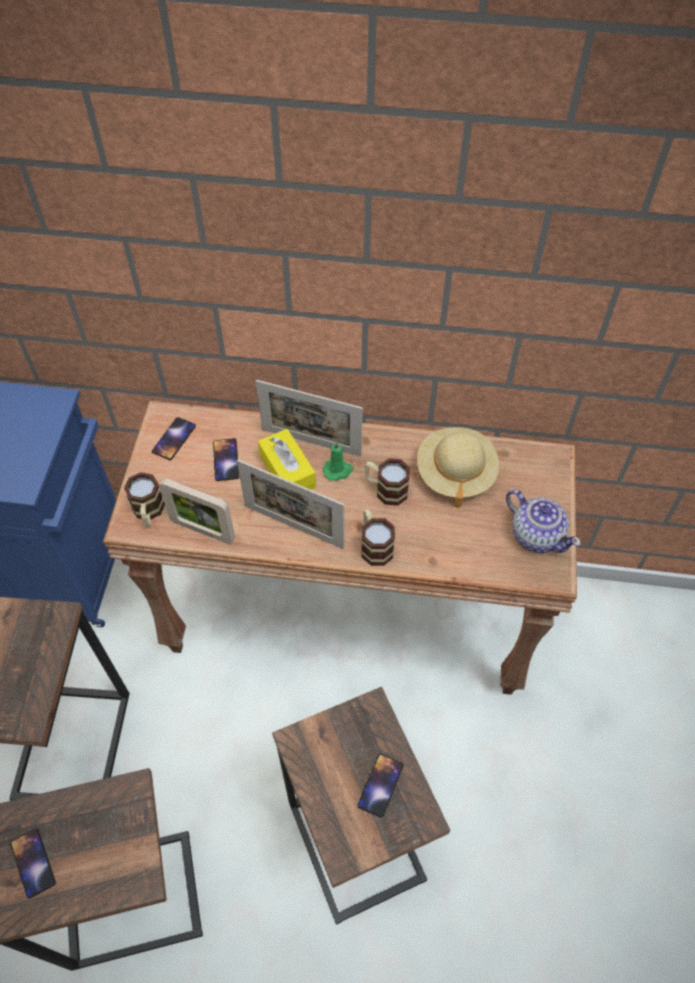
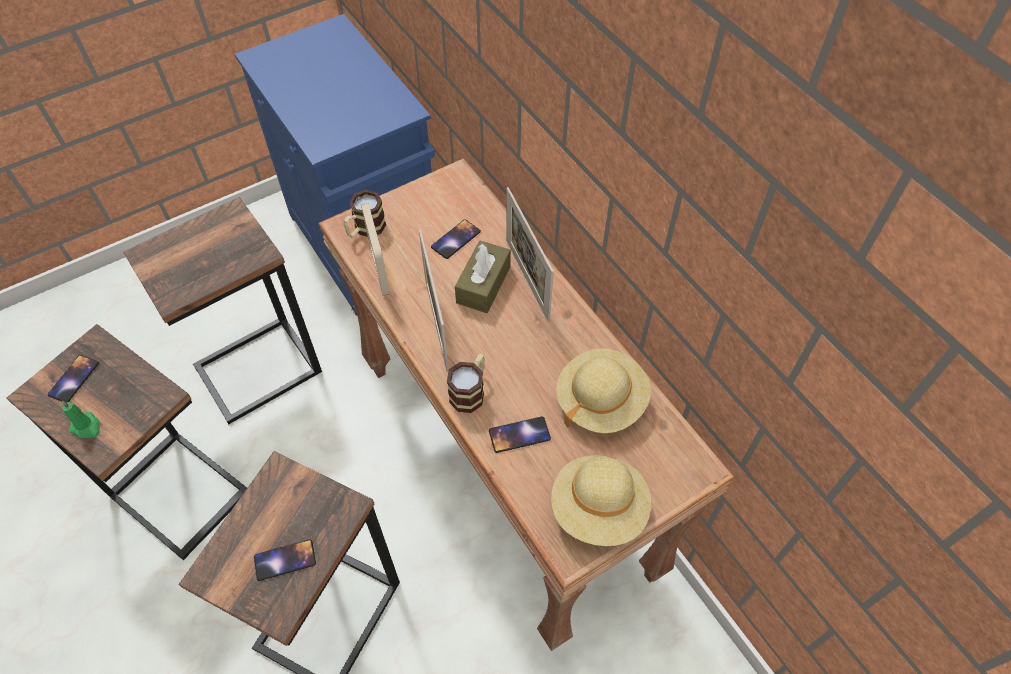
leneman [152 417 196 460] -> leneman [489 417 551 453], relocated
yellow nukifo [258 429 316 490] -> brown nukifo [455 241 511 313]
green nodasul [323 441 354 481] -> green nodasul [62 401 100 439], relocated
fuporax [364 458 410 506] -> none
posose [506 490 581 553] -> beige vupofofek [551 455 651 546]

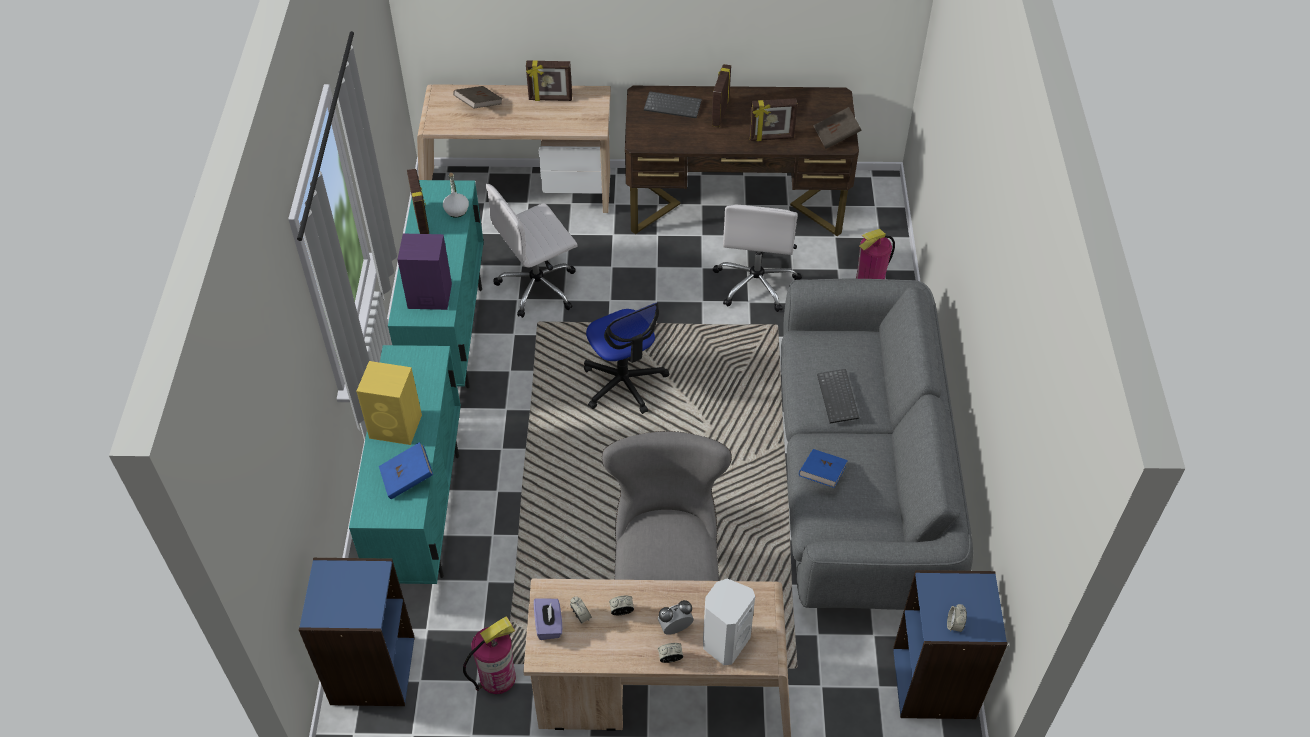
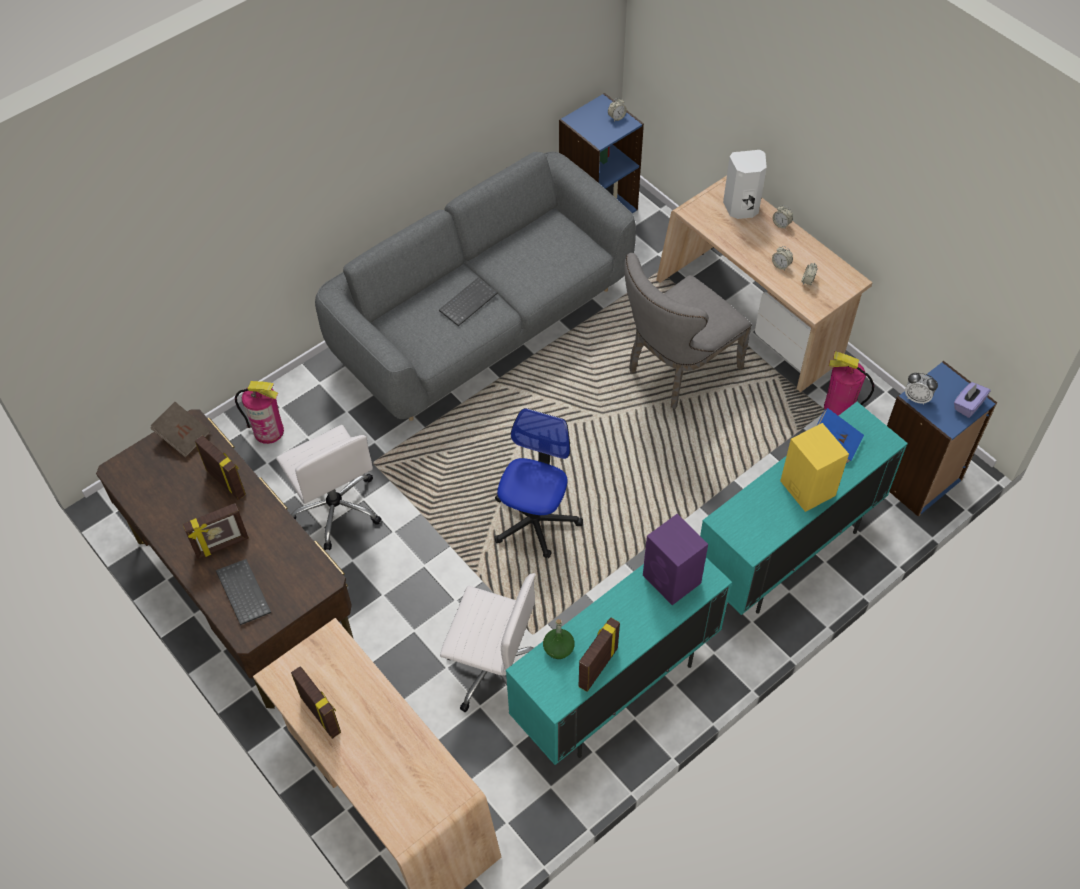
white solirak [443 173 469 218] -> green solirak [543 619 575 659]
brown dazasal [453 86 503 108] -> none
purple nukifo [534 599 562 640] -> purple nukifo [954 382 991 418], relocated
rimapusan [658 600 694 635] -> rimapusan [905 373 938 405], relocated
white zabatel [713 205 802 312] -> white zabatel [276 425 382 550], 90 degrees clockwise
blue dazasal [799 449 848 488] -> none

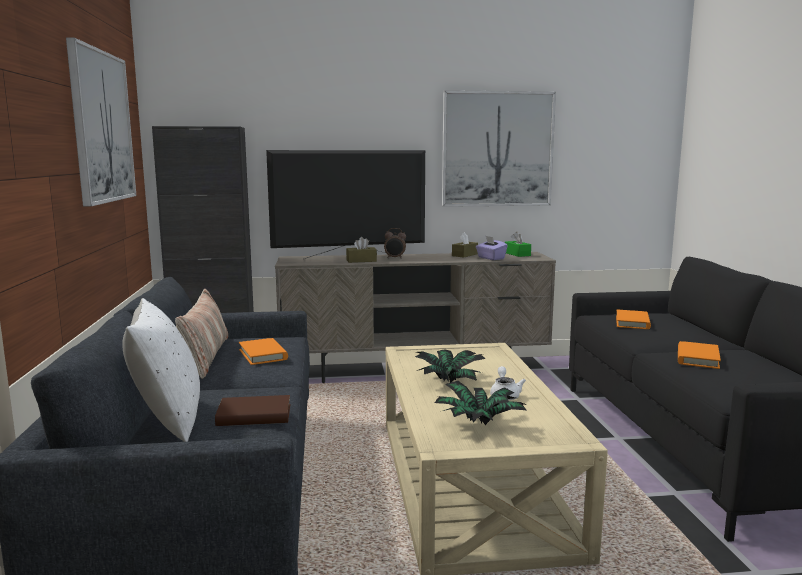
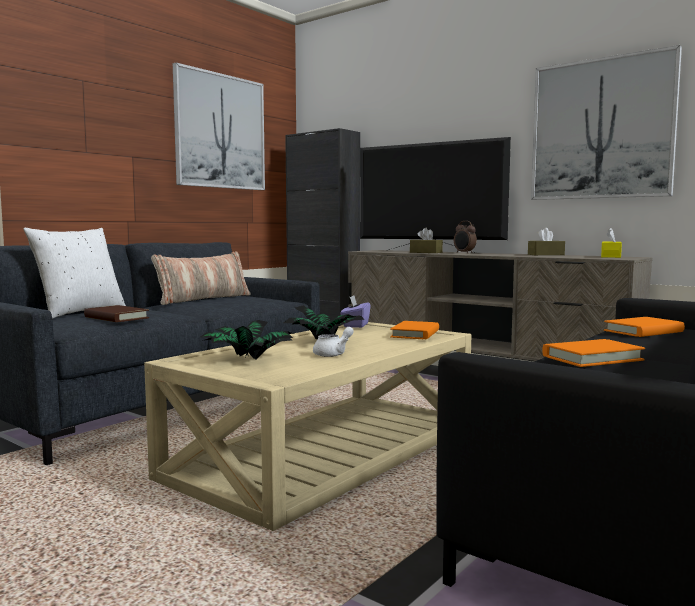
orange dazasal [239 338 288 365] -> orange dazasal [390 321 439 339], relocated
purple nukifo [476 235 508 260] -> purple nukifo [340 295 371 328], relocated
green nukifo [505 232 531 257] -> yellow nukifo [601 228 622 258]

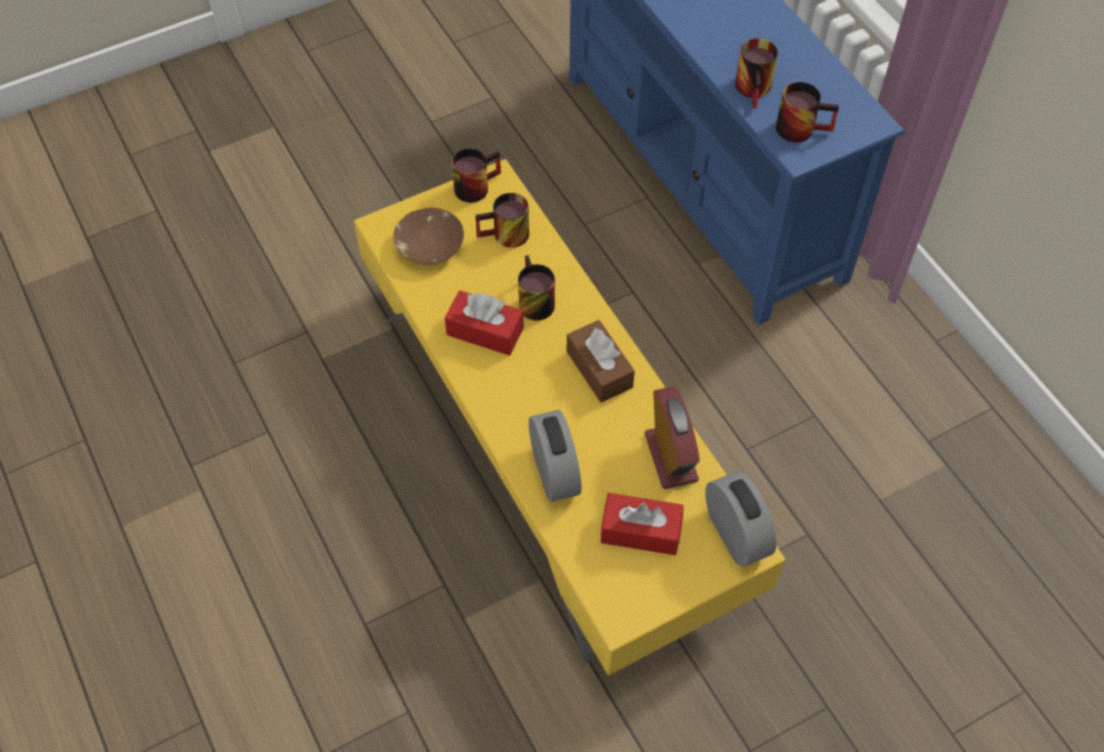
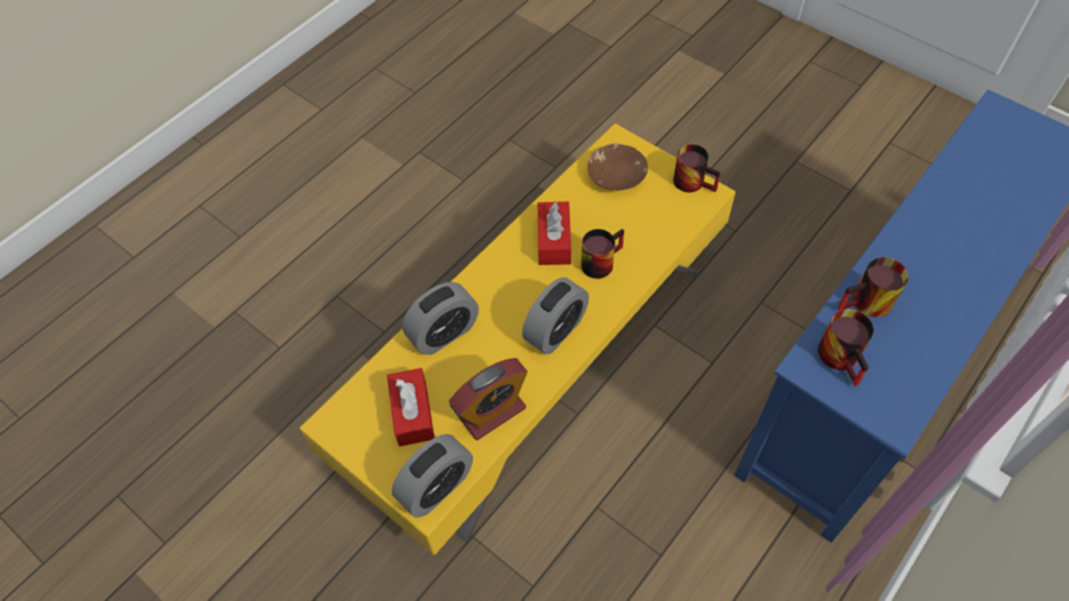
fuporax [475 193 529 248] -> none
brown nukifo [567 320 635 403] -> rimapusan [522 277 589 354]

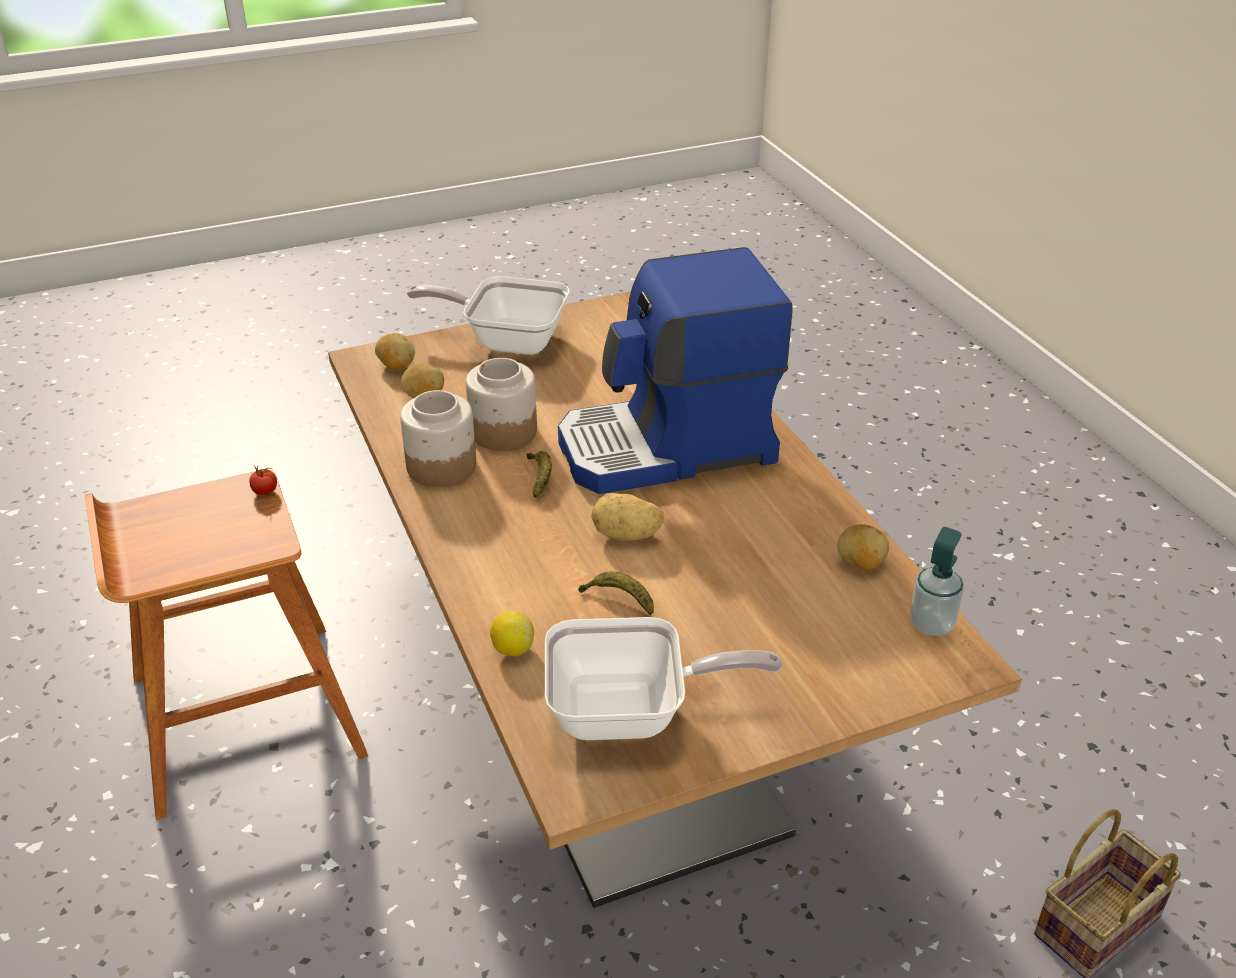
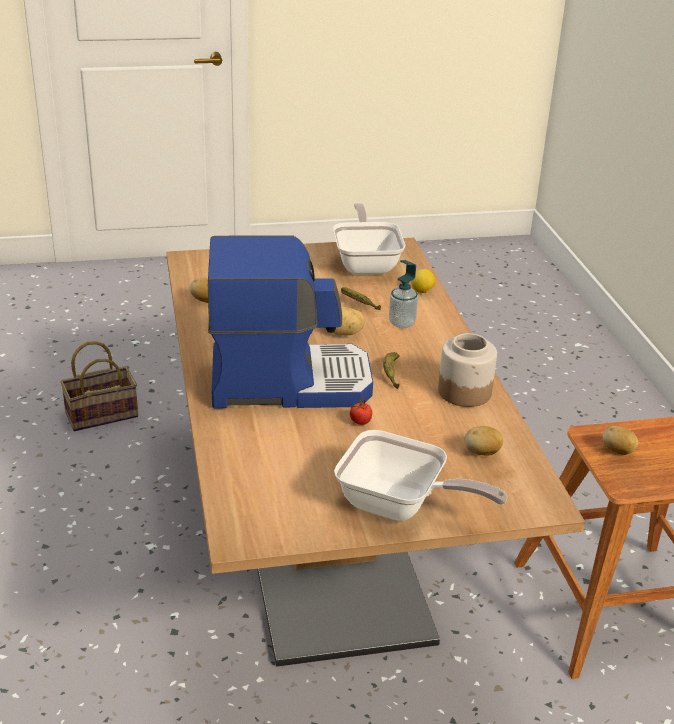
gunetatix [250 465 277 495] -> gunetatix [350 398 372 425], relocated
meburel [375 333 415 370] -> meburel [603 426 638 455], relocated
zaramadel [466 358 537 450] -> none
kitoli [545 617 783 740] -> kitoli [333 203 405 275], 75 degrees clockwise
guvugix [910 527 964 636] -> guvugix [389 260 418 328], relocated

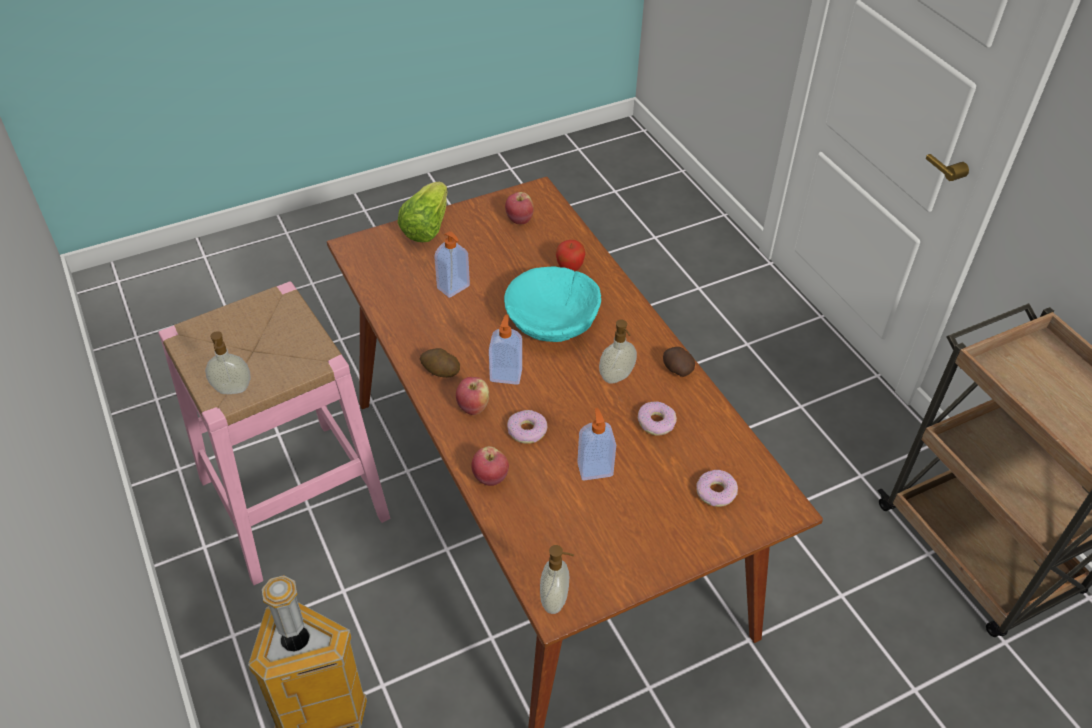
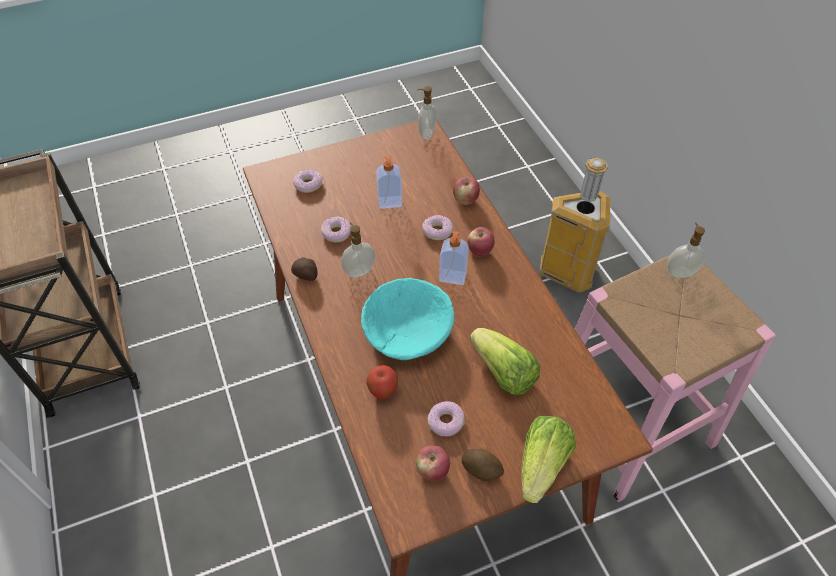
meburel [420 348 460 378] -> meburel [462 449 504 481], relocated
guvugix [434 231 470 298] -> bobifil [470 328 540 395]
none -> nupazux [428 401 465 436]

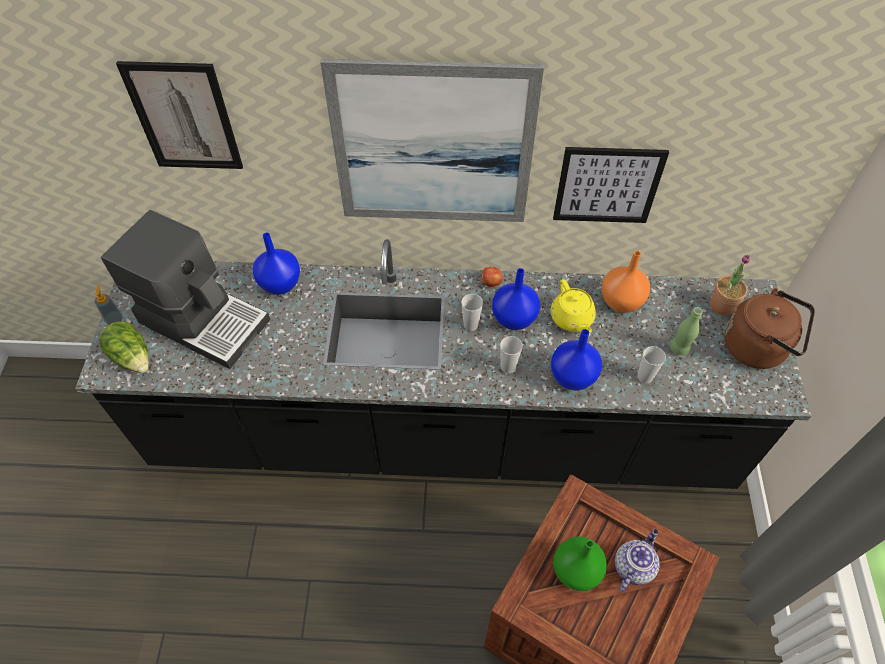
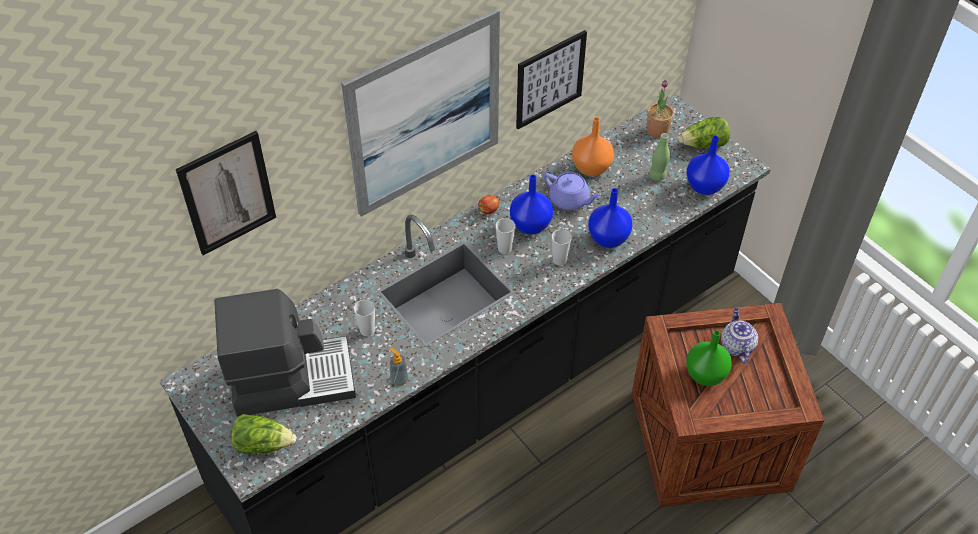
guvugix [95 285 122 325] -> guvugix [390 348 408 386], relocated
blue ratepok [253 233 300 295] -> blue ratepok [686 136 729 195], relocated
yellow posose [551 279 596 333] -> purple posose [544 172 601 210]
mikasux [637 346 666 384] -> mikasux [354 299 375 336], relocated
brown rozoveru [724 288 815 369] -> bobifil [678 117 730 148]

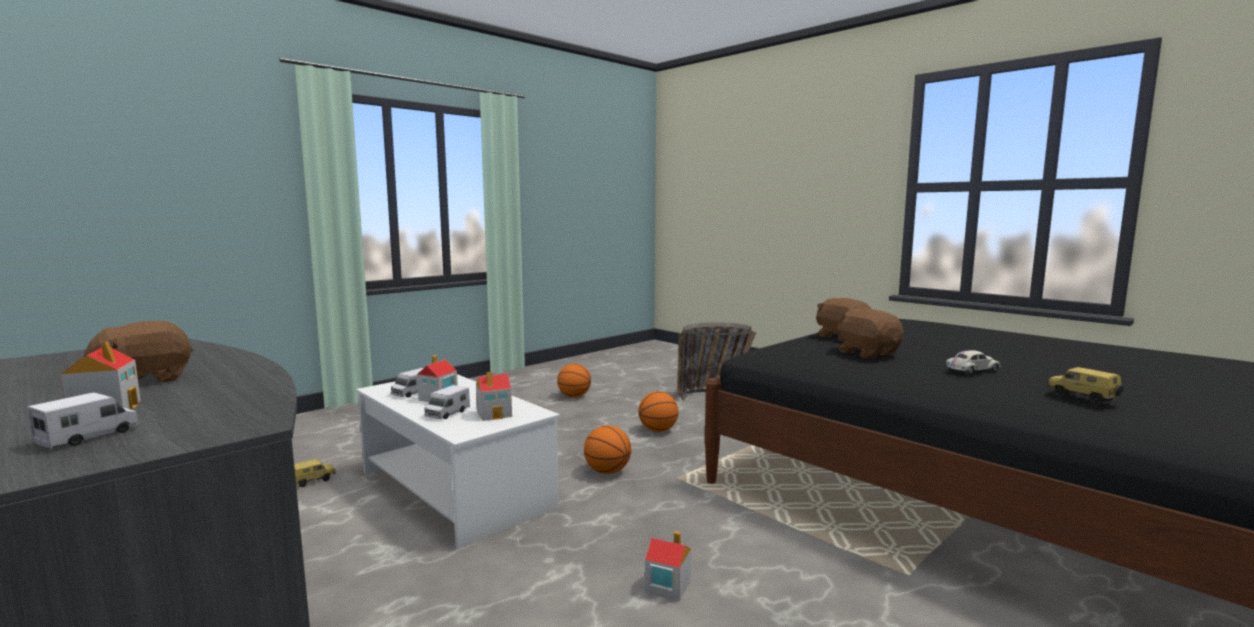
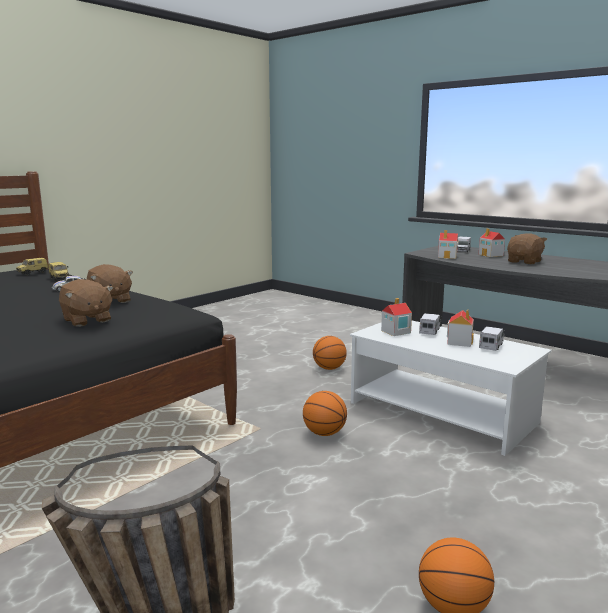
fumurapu [294 459 336 487] -> fumurapu [16 258 48 276], relocated
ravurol [639 391 678 432] -> ravurol [313 336 347 370], relocated
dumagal [645 531 691 602] -> dumagal [438 230 459 259], relocated

